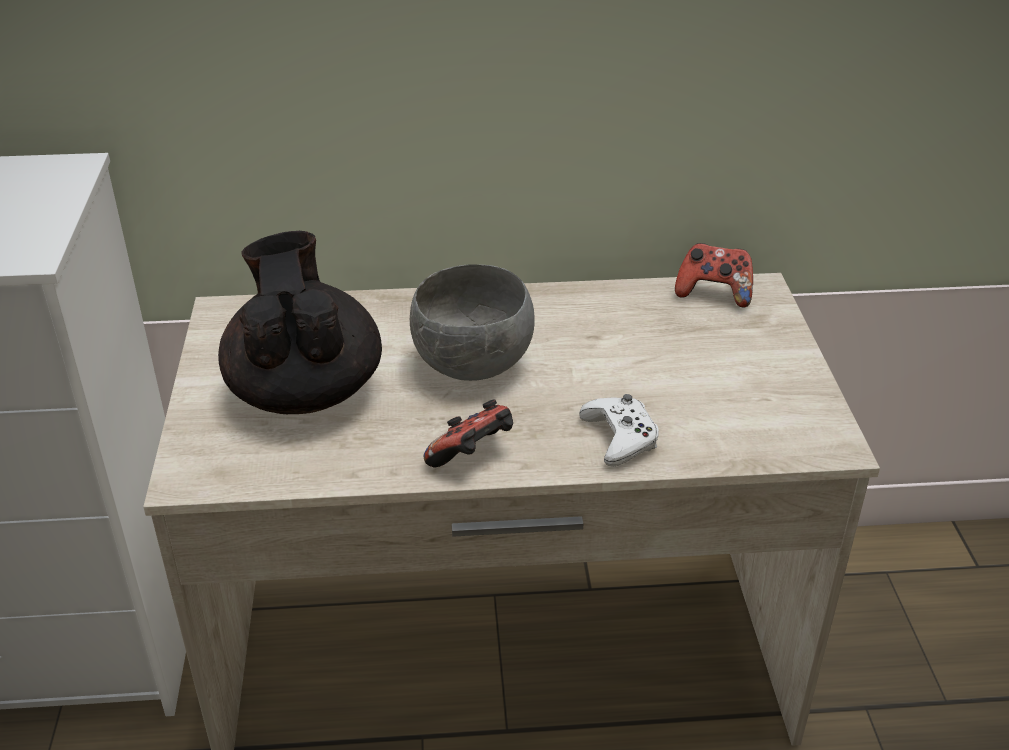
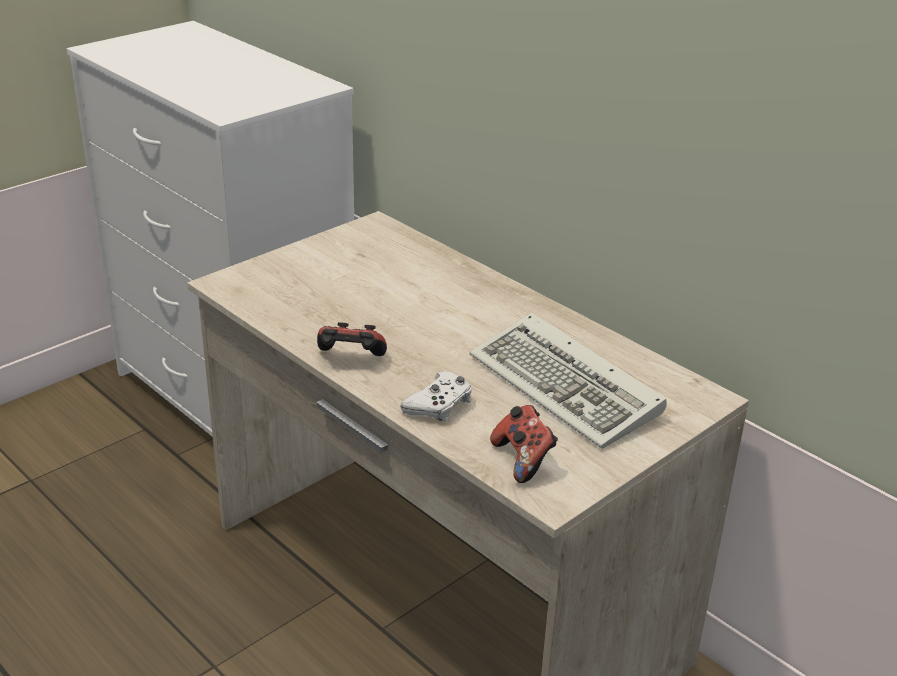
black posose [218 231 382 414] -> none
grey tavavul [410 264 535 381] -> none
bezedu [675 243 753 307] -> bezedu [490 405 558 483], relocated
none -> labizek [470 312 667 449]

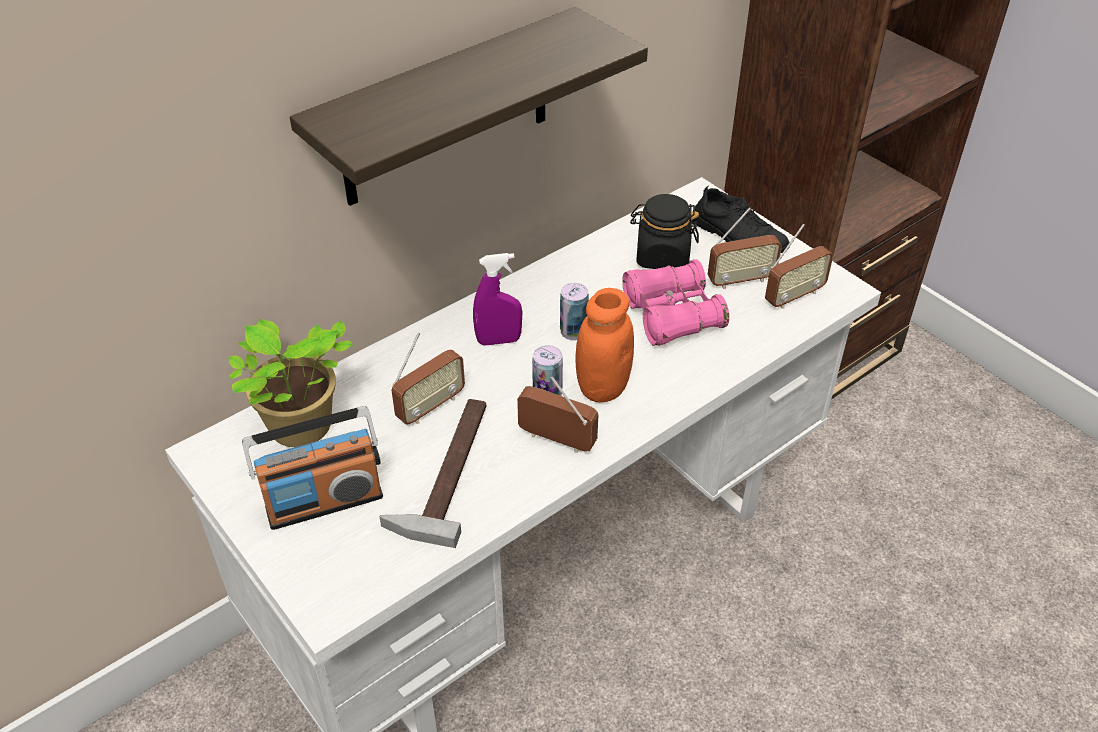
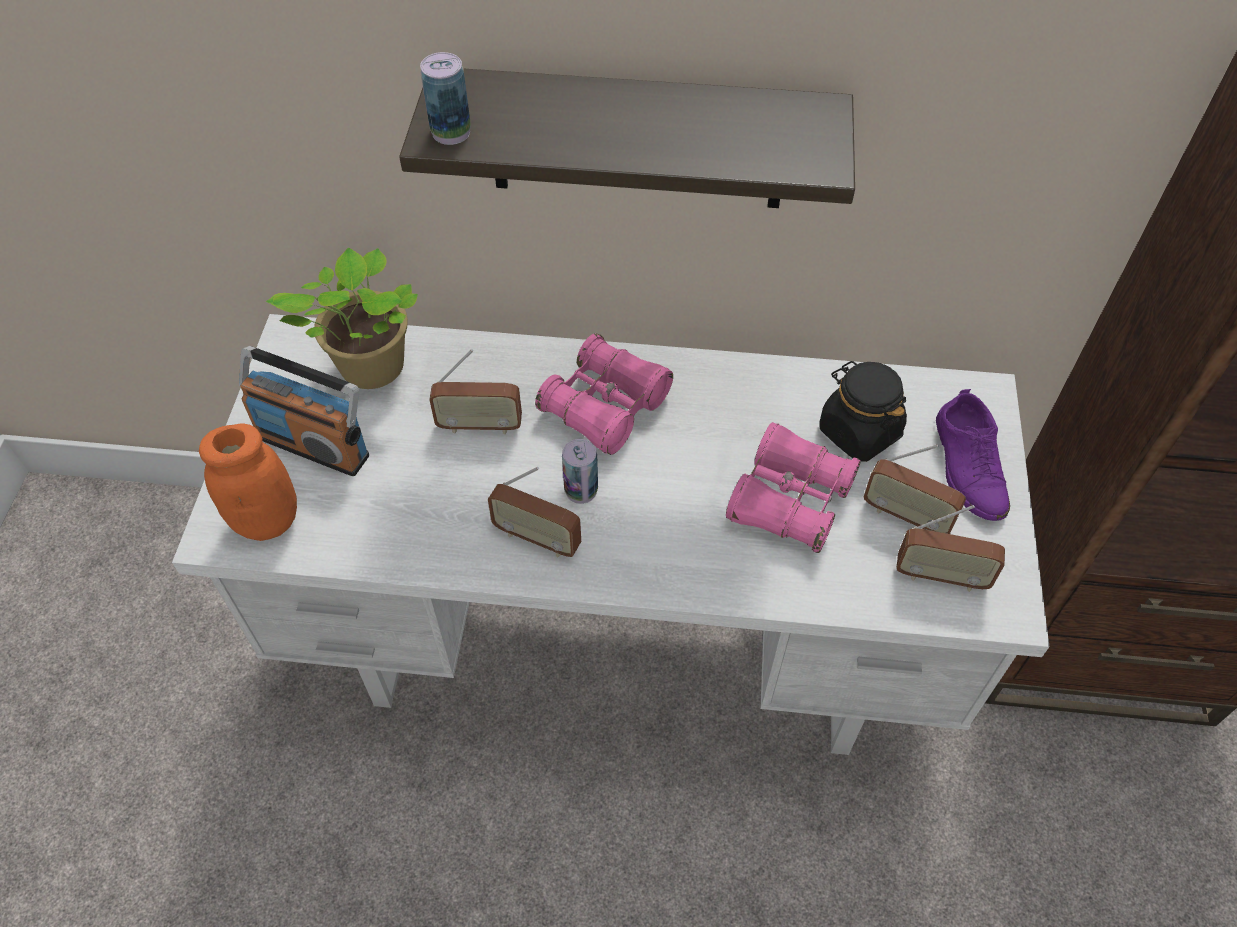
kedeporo [380 399 486 548] -> none
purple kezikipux [473 253 522 346] -> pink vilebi [535 333 673 455]
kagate [517 376 598 453] -> kagate [488 467 581 557], 135 degrees clockwise
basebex [560 283 589 341] -> basebex [420 52 471 145], relocated
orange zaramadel [575 288 634 402] -> orange zaramadel [199 423 297 541], relocated
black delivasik [694 186 789 253] -> purple delivasik [936 389 1010 521]

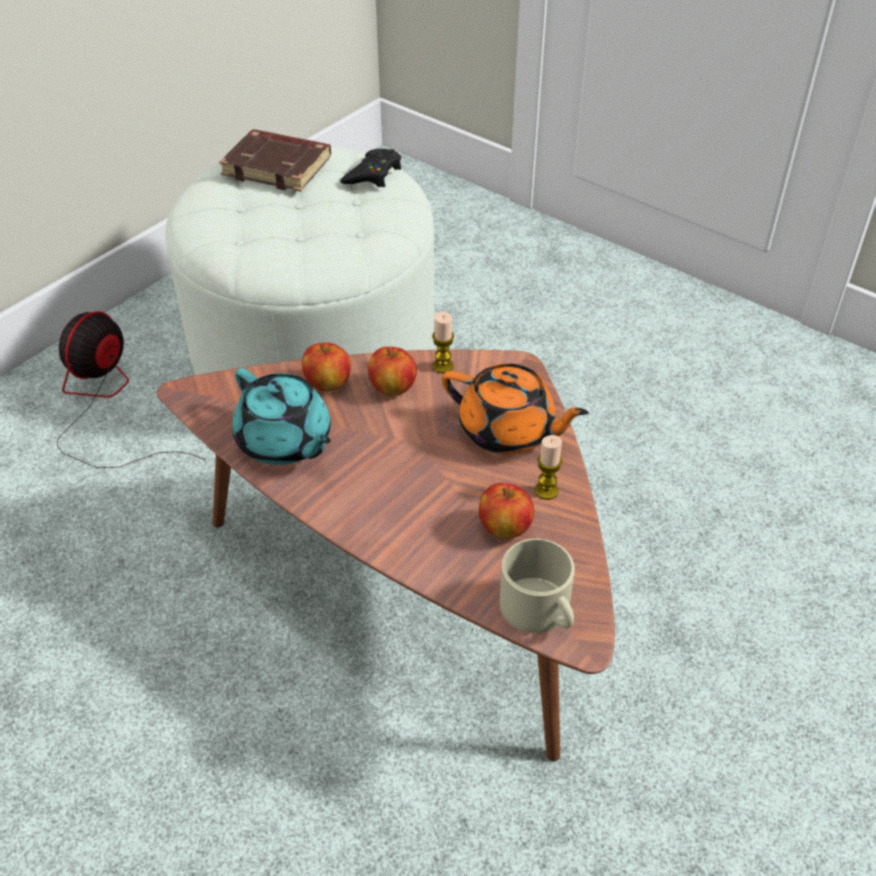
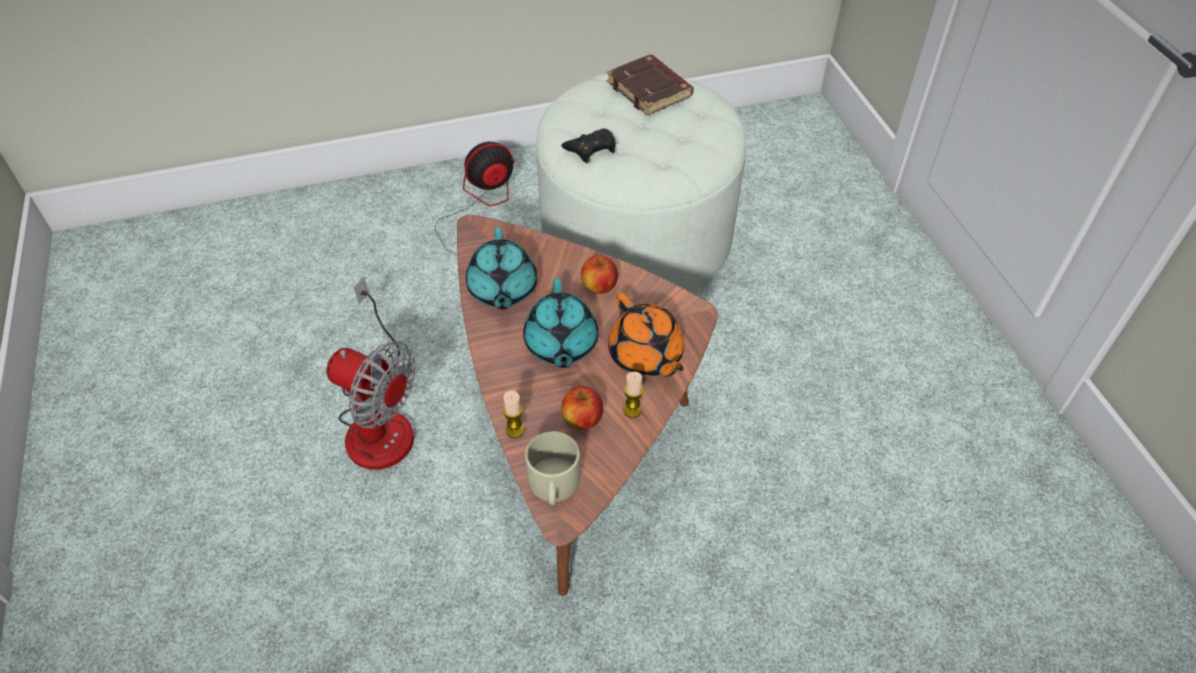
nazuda [302 343 351 392] -> none
black bezedu [340 149 402 187] -> black bezedu [561 128 616 163], relocated
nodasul [432 312 454 373] -> nodasul [503 390 525 438], relocated
none -> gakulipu [326 277 416 470]
none -> turquoise posose [523 278 598 368]

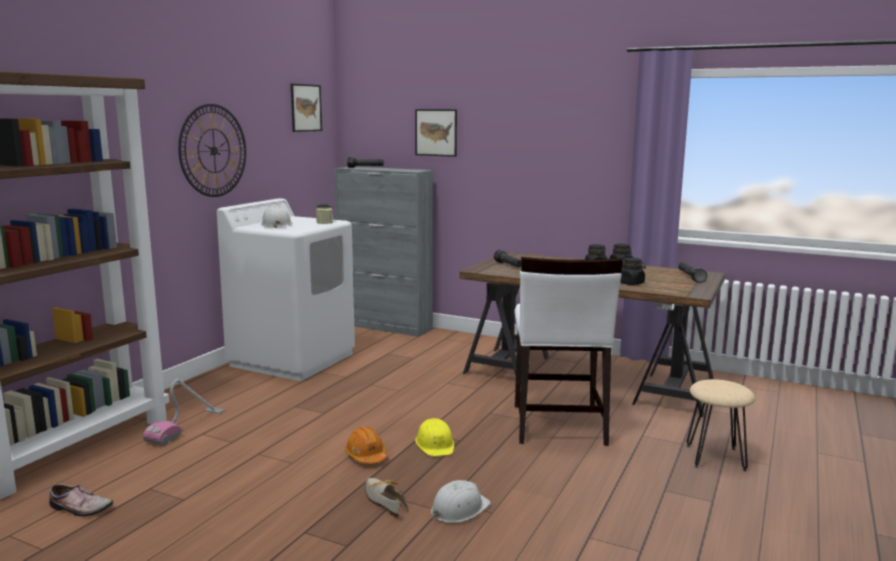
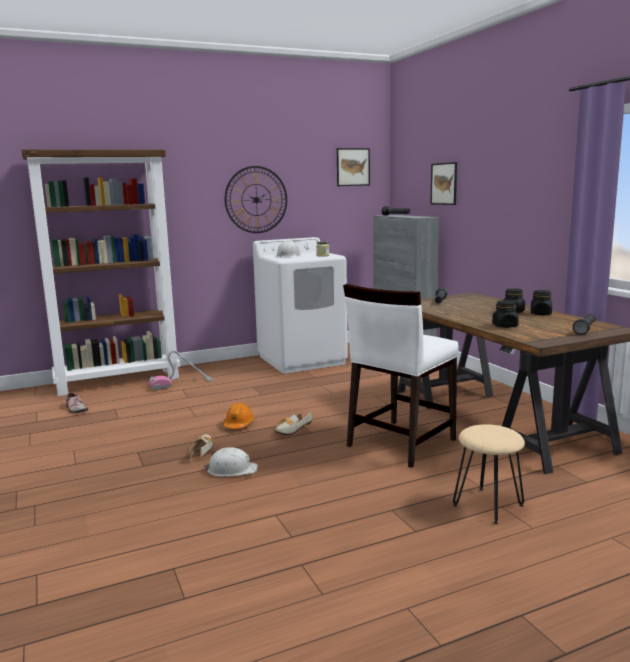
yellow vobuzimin [415 418 454 456] -> delivasik [275 411 312 435]

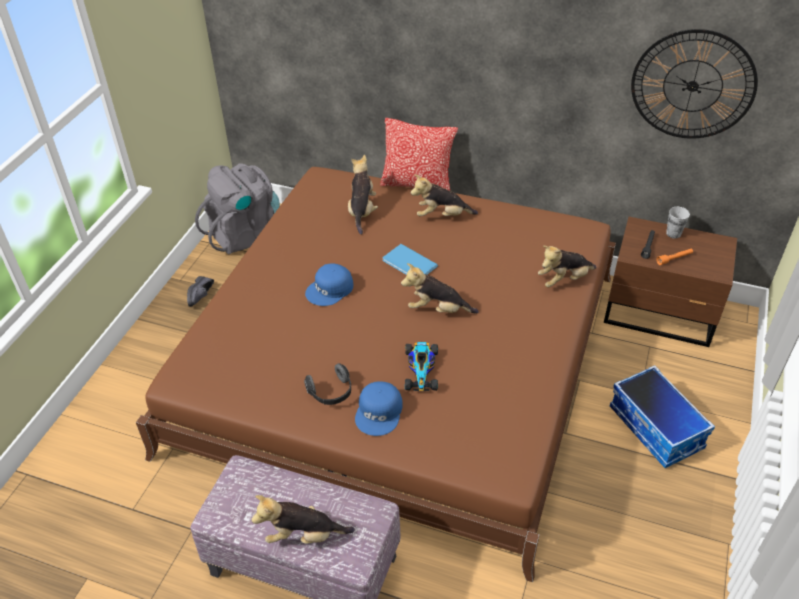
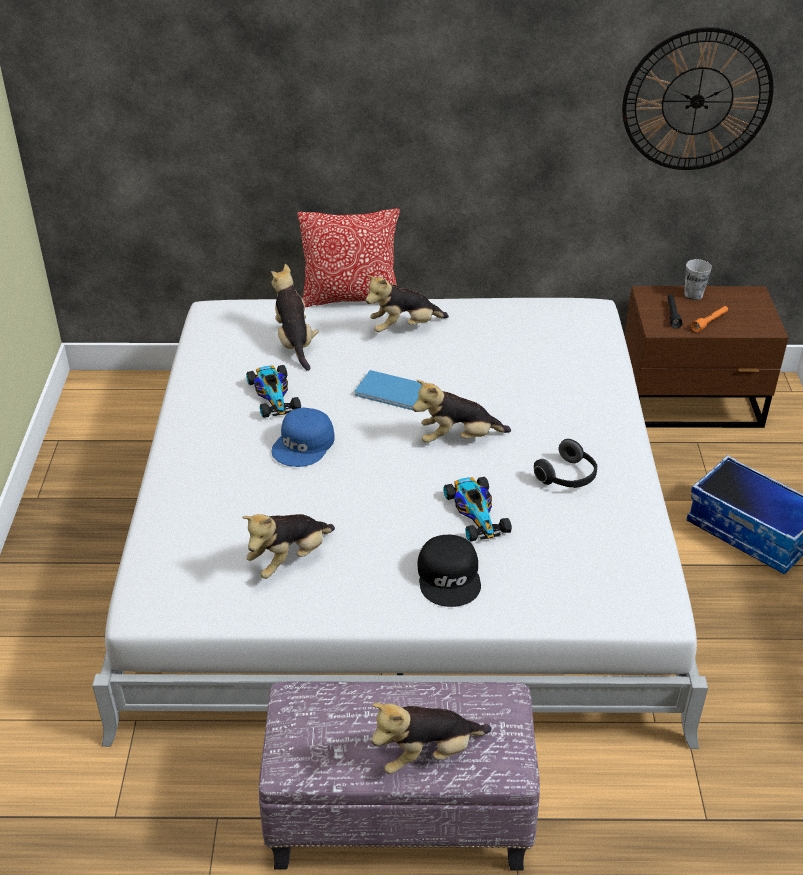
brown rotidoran [136 167 616 582] -> white rotidoran [92 298 708 749]
black delivasik [187 276 214 307] -> none
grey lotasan [195 164 280 255] -> none
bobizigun [304 363 351 405] -> bobizigun [534 439 597 488], relocated
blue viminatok [355 381 403 436] -> black viminatok [417 535 481 607]
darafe [538 245 596 288] -> darafe [242 514 335 579], relocated
none -> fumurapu [246 365 301 418]

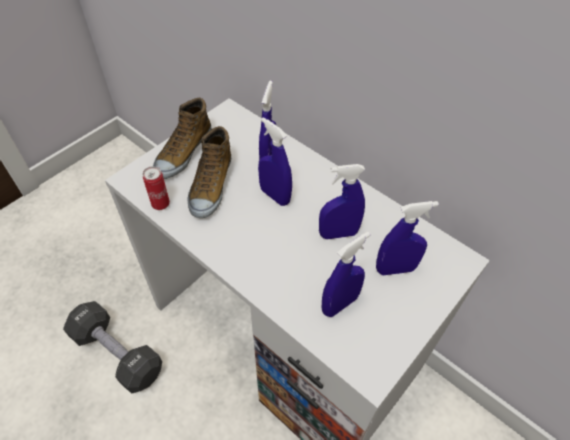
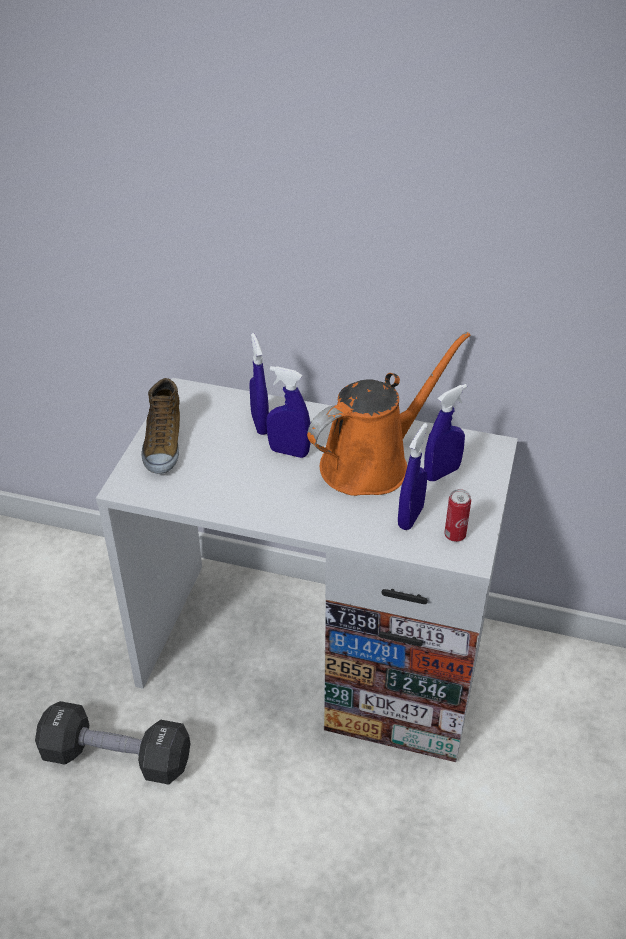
basebex [142 166 170 210] -> basebex [444 489 471 542], relocated
delivasik [188 126 231 218] -> none
blue kezikipux [319 164 365 239] -> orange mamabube [307 332 471 496]

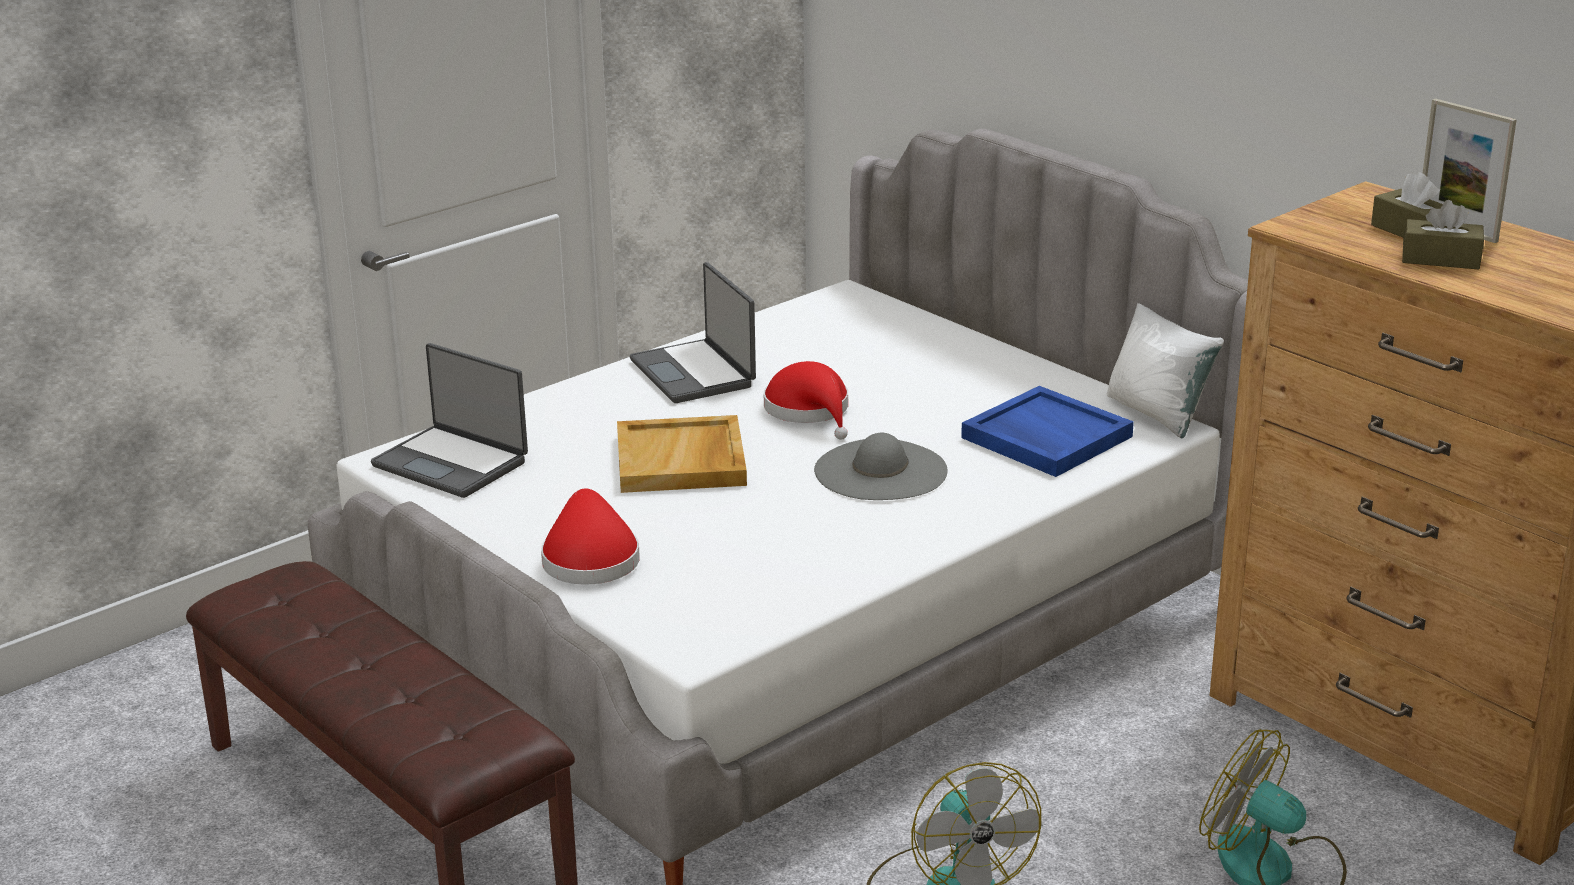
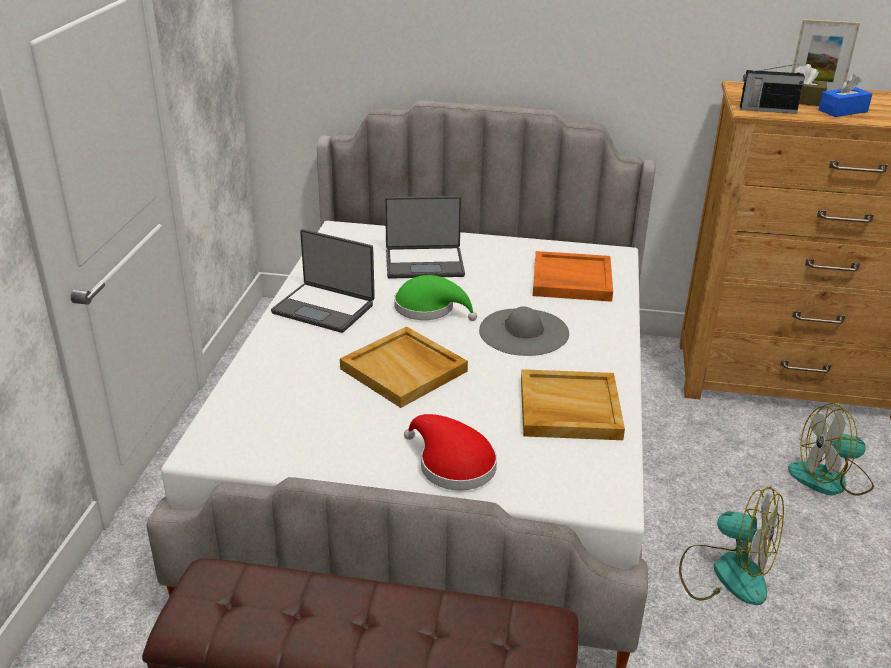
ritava [371 343 528 498] -> ritava [385 196 465 279], relocated
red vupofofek [764 361 848 440] -> green vupofofek [394 275 477 321]
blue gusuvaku [961 386 1134 477] -> orange gusuvaku [533 251 613 302]
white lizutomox [1107 303 1224 438] -> none
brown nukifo [1402 200 1484 269] -> blue nukifo [819 74 872 117]
none -> beige gusuvaku [521 369 625 440]
none -> kagate [740 64 805 114]

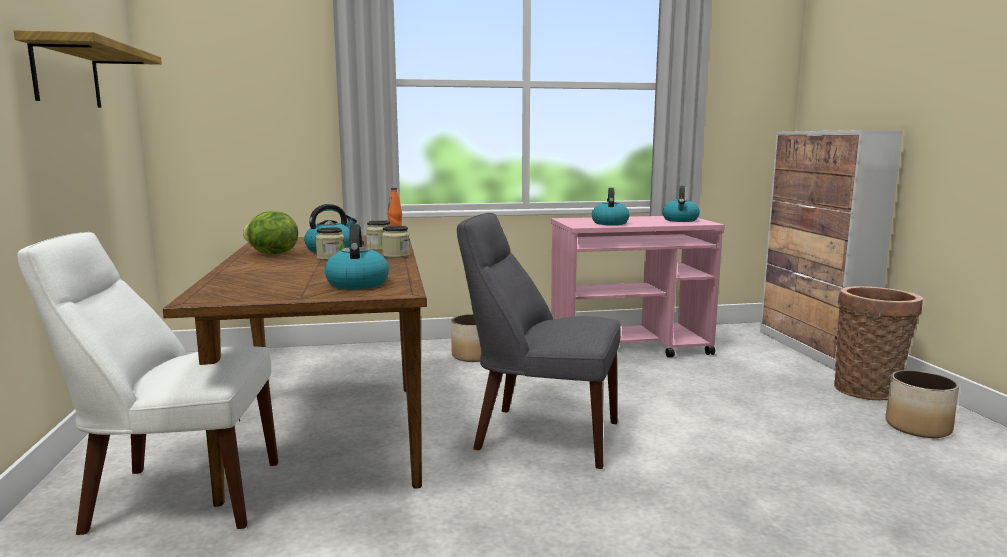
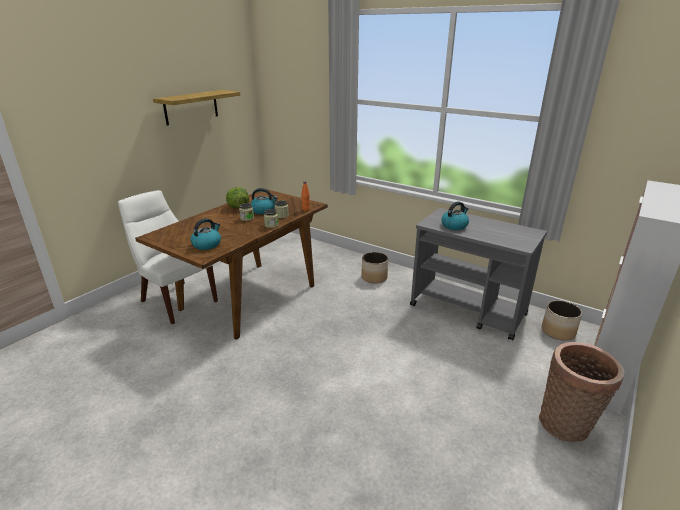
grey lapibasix [457 213 620 469] -> none
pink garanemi [551 216 725 358] -> grey garanemi [410 208 547 341]
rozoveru [662 186 700 222] -> none
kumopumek [885 370 959 438] -> kumopumek [542 300 582 341], relocated

